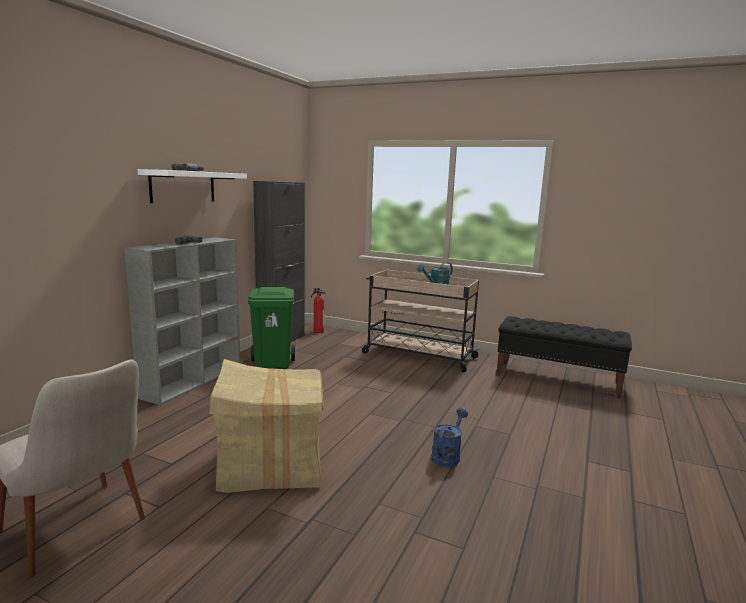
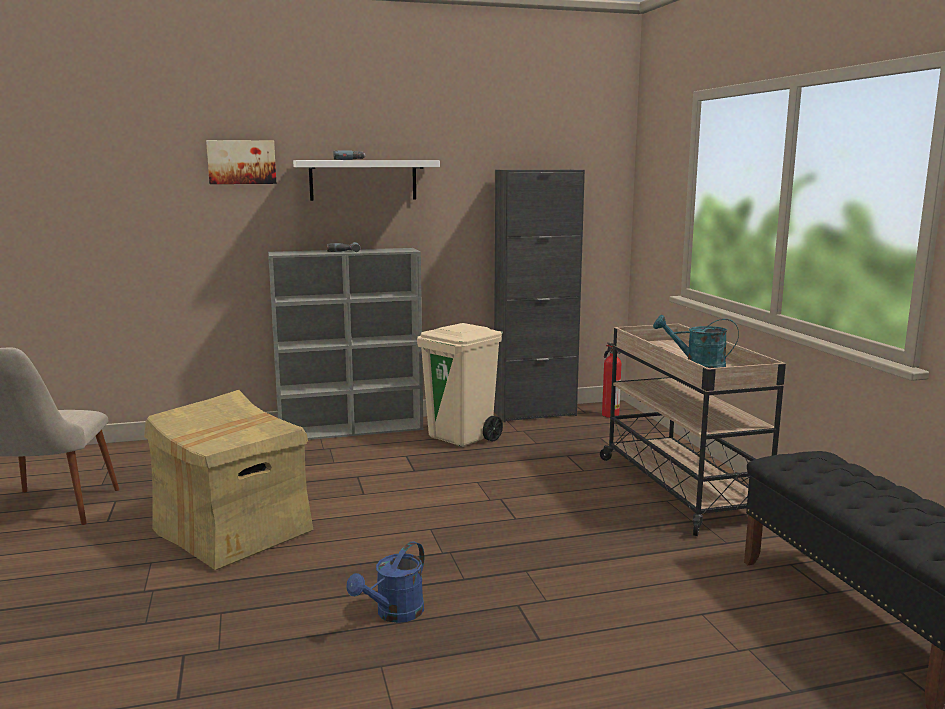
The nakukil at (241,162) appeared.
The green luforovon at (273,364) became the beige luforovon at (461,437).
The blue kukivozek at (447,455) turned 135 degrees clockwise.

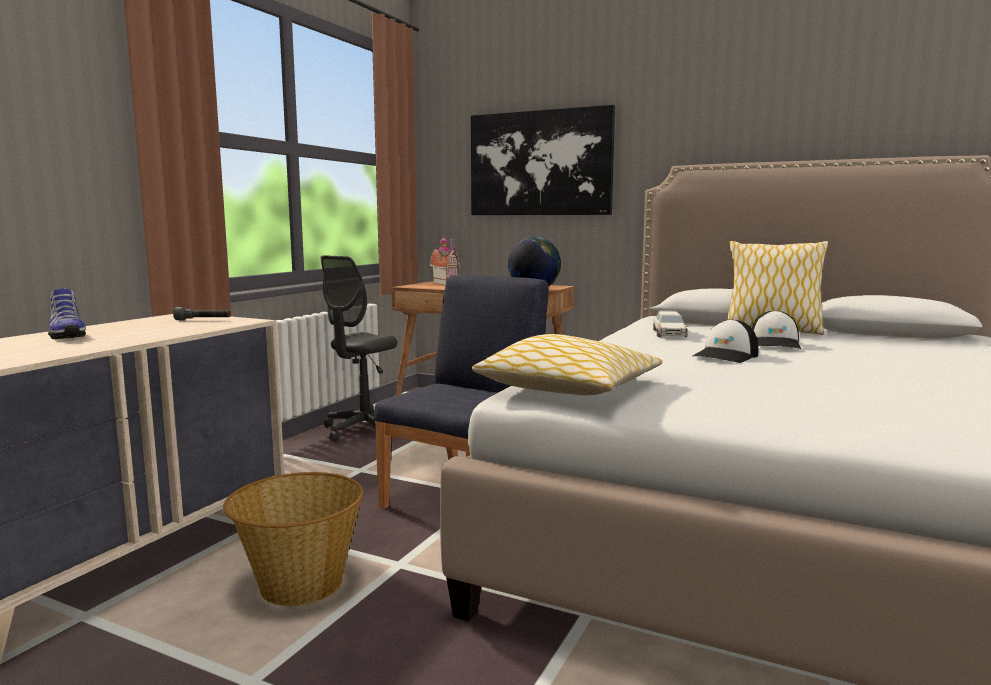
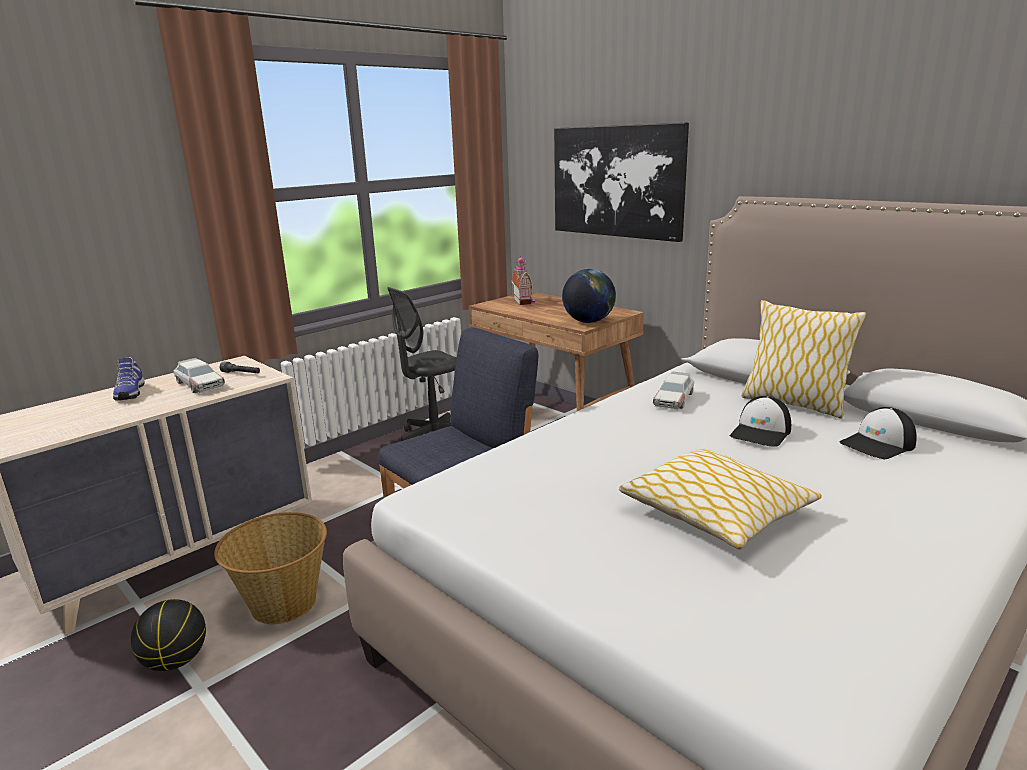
The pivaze at (176,661) appeared.
The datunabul at (199,384) appeared.
The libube moved from (569,389) to (716,513).
The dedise moved from (726,356) to (878,444).

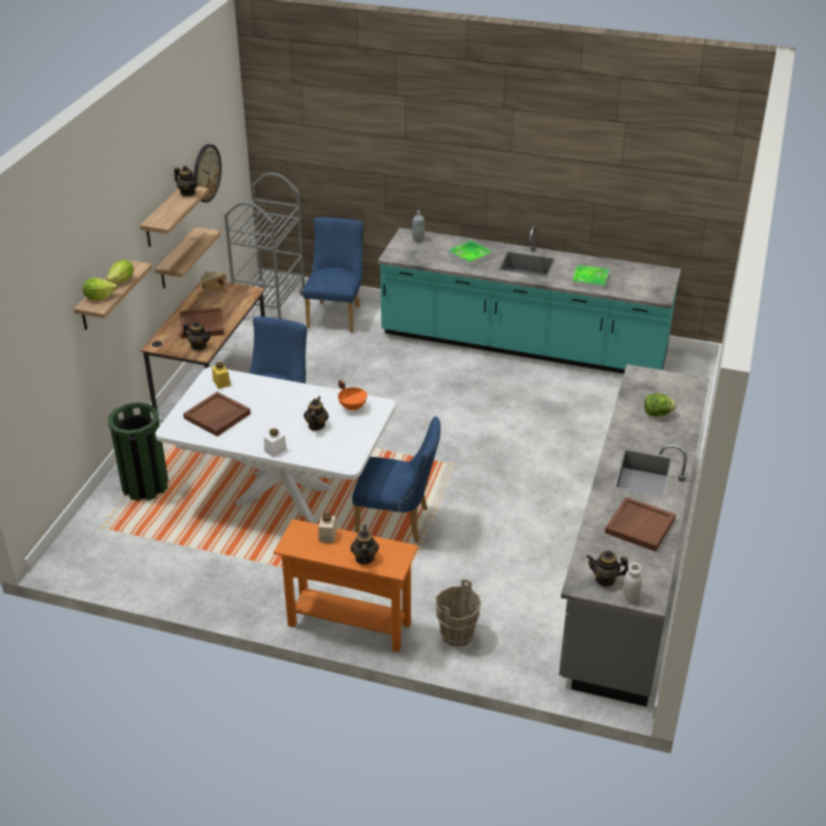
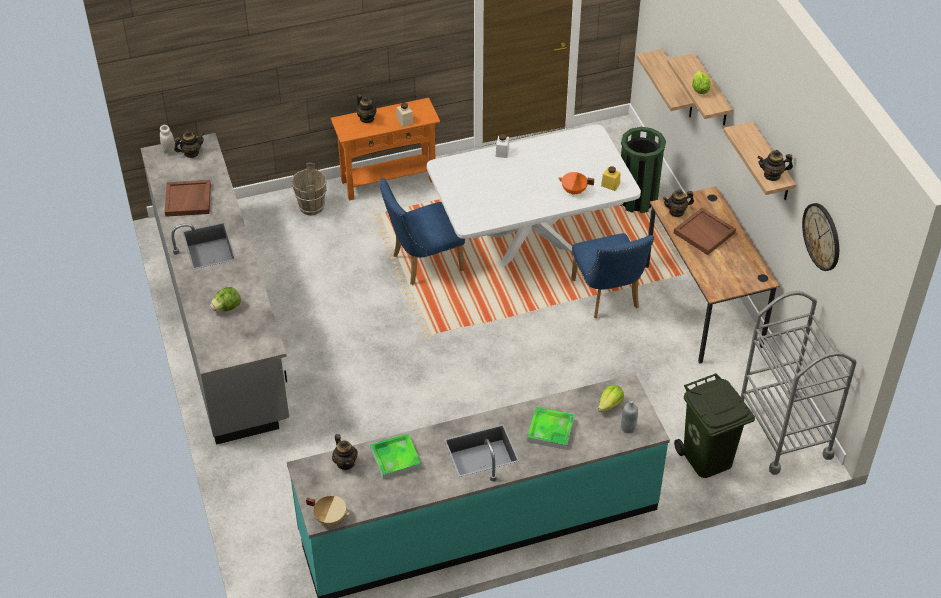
The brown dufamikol at (217,416) disappeared.
The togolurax moved from (99,297) to (610,405).
The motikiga moved from (176,259) to (678,85).
The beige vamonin moved from (214,289) to (330,518).
The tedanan moved from (316,426) to (345,463).
The orange vamonin moved from (353,407) to (574,191).
The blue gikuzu at (336,314) was replaced by the green luforovon at (706,458).

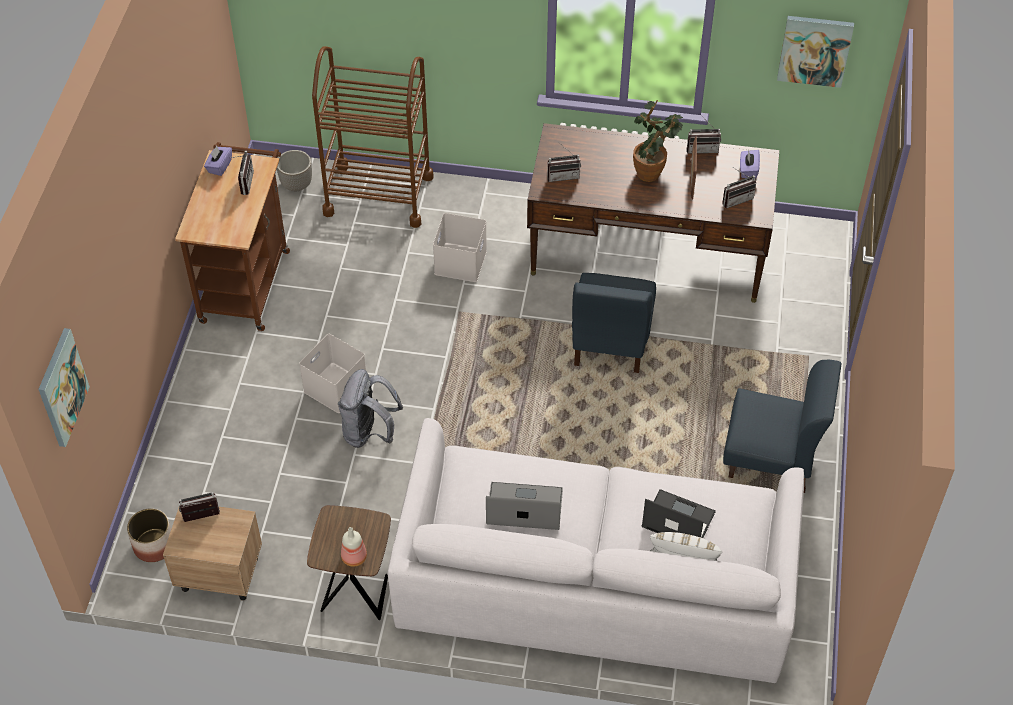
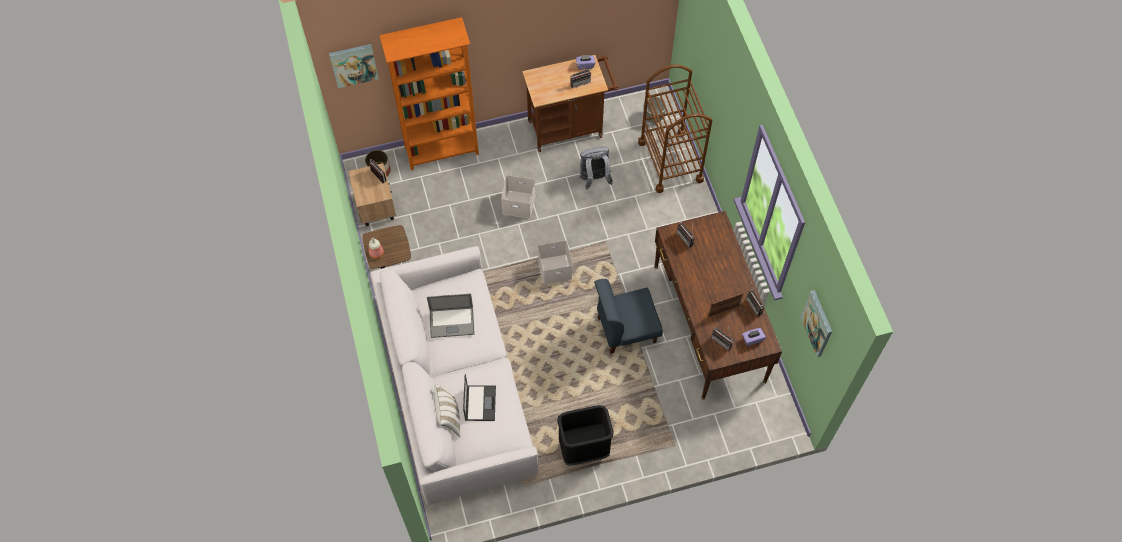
The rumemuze at (653,171) disappeared.
The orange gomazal at (442,151) appeared.
The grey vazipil moved from (369,433) to (594,179).
The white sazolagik moved from (461,263) to (554,270).
The blue gikuzu at (771,458) was replaced by the black luforovon at (584,450).
The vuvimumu at (524,507) turned 105 degrees clockwise.

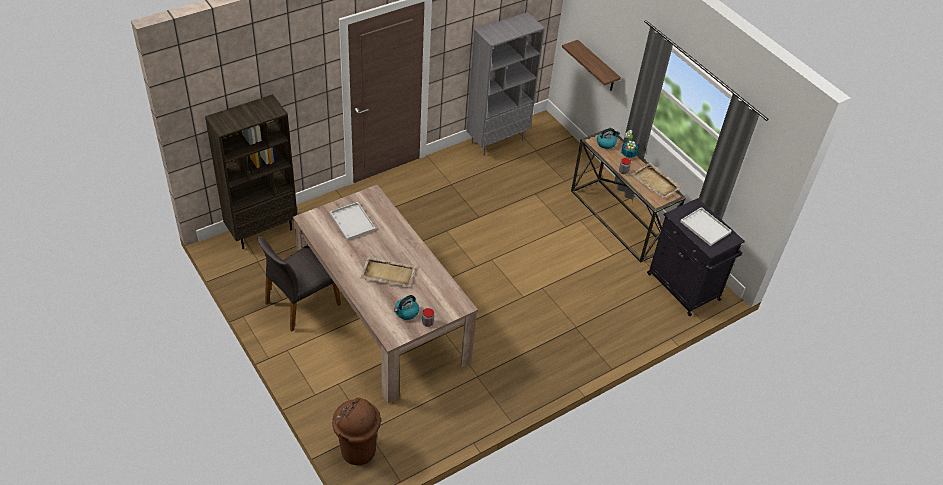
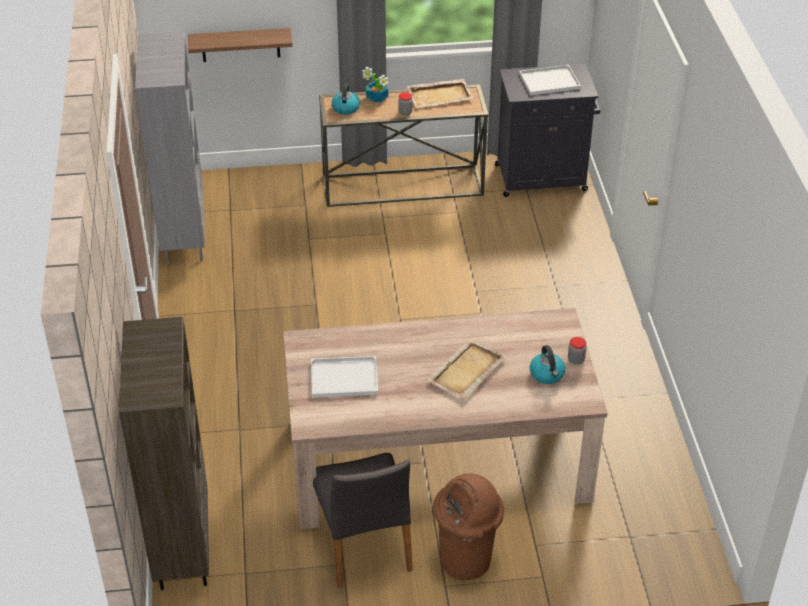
The brown luforovon moved from (357,451) to (466,561).

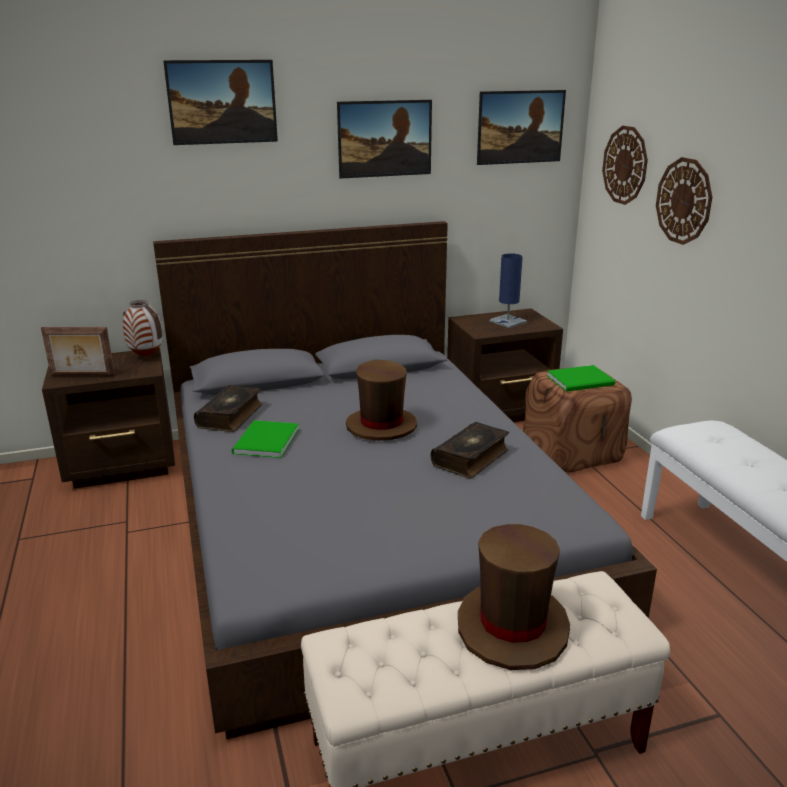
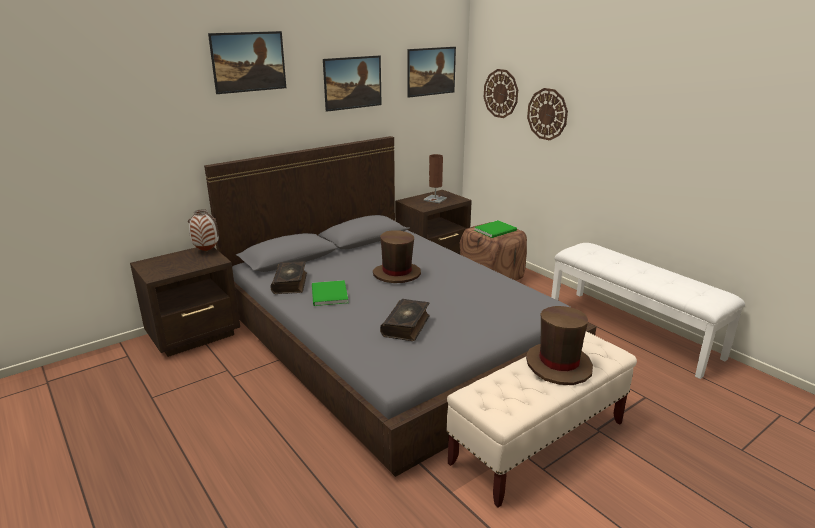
The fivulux at (82,376) disappeared.
The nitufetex moved from (471,458) to (407,326).
The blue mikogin at (507,322) became the brown mikogin at (435,199).

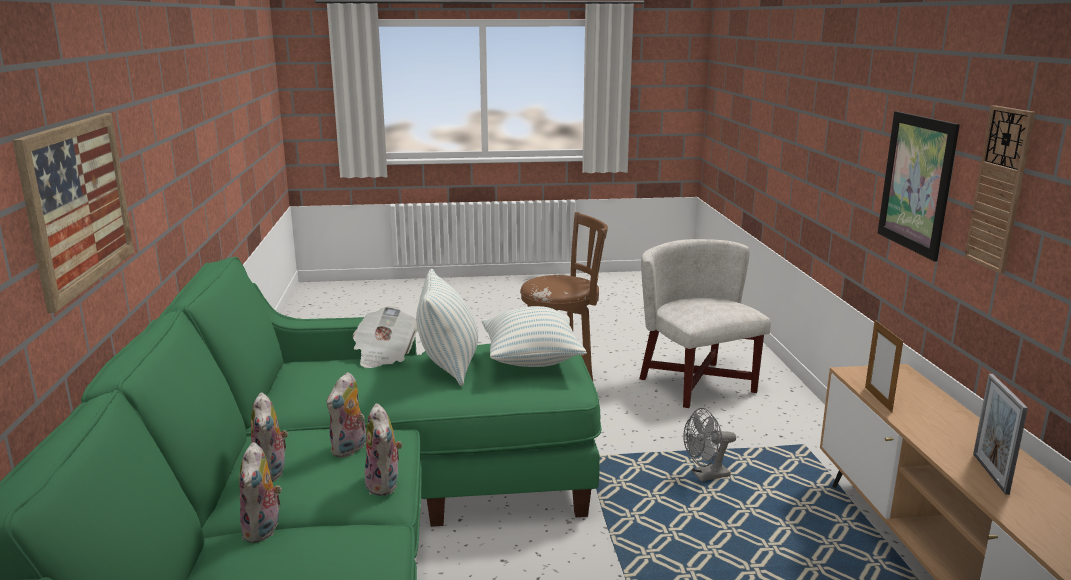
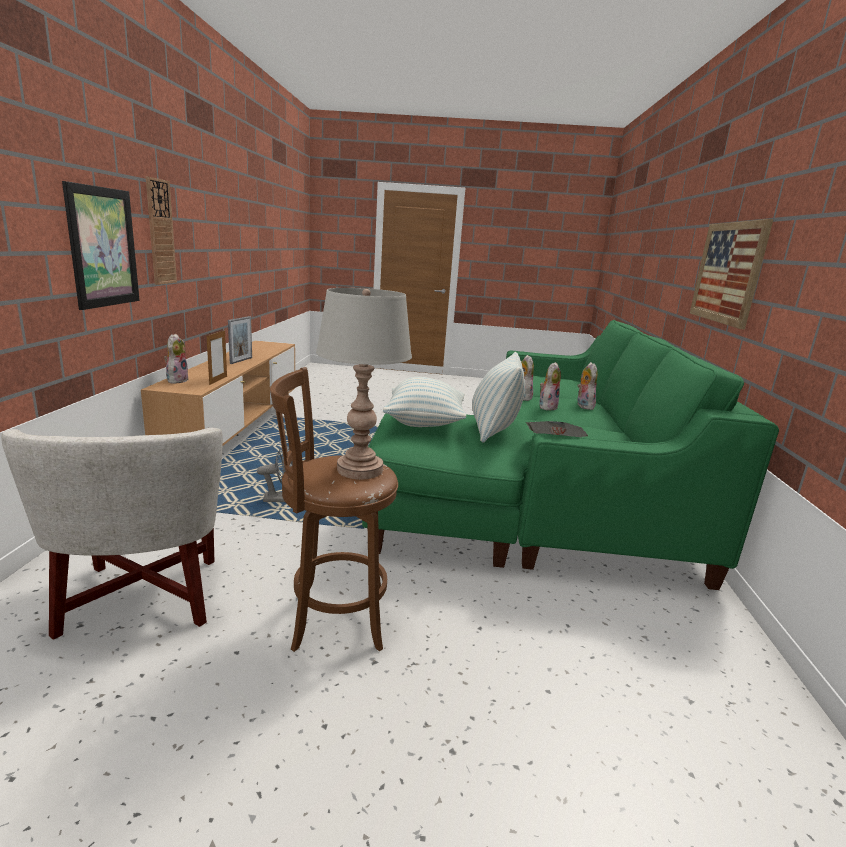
The grey mikogin at (360,470) appeared.
The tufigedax moved from (264,530) to (177,380).

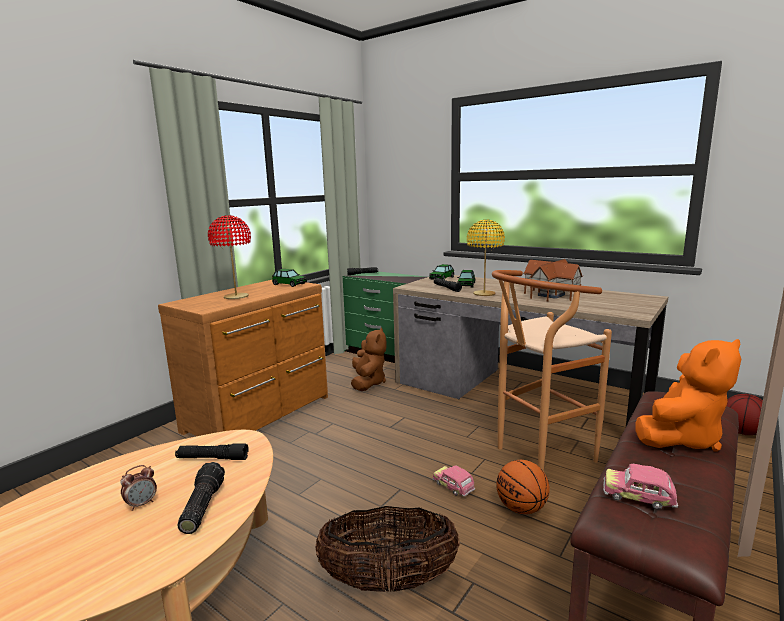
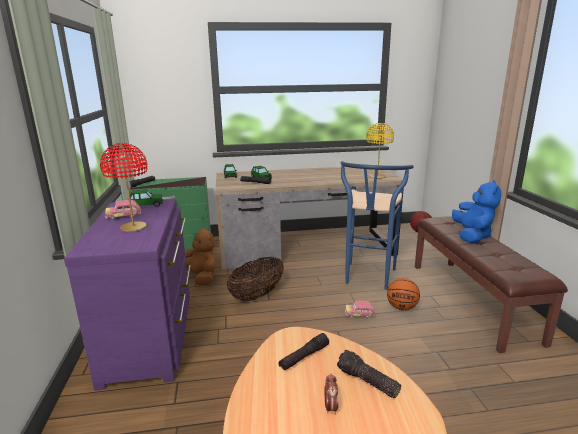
The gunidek at (550,295) disappeared.
The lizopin moved from (389,581) to (257,295).
The yellow mikogin moved from (483,294) to (377,177).
The datunabul moved from (638,497) to (123,216).
The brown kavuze at (261,414) became the purple kavuze at (152,336).
The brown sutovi at (537,455) became the blue sutovi at (368,278).
The orange tufigedax at (680,438) became the blue tufigedax at (472,236).

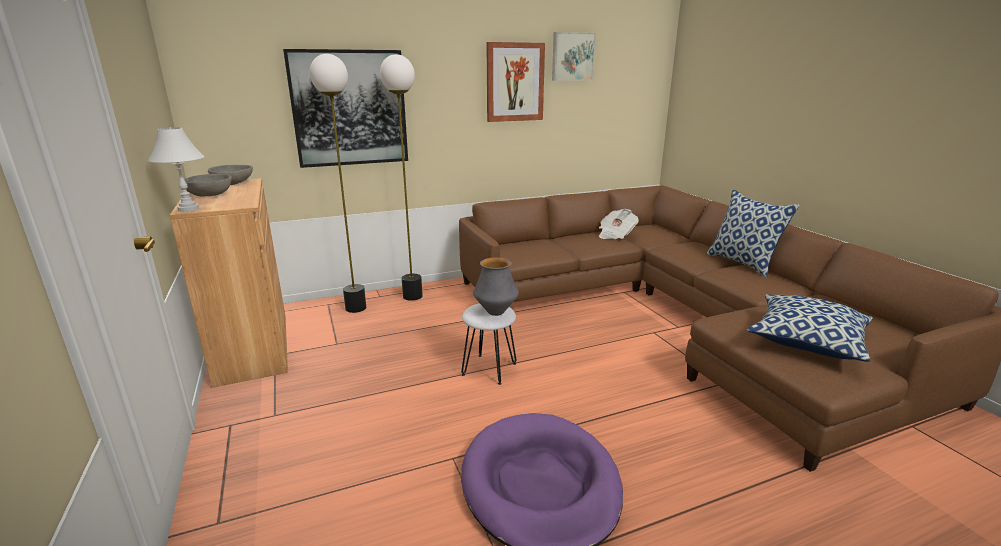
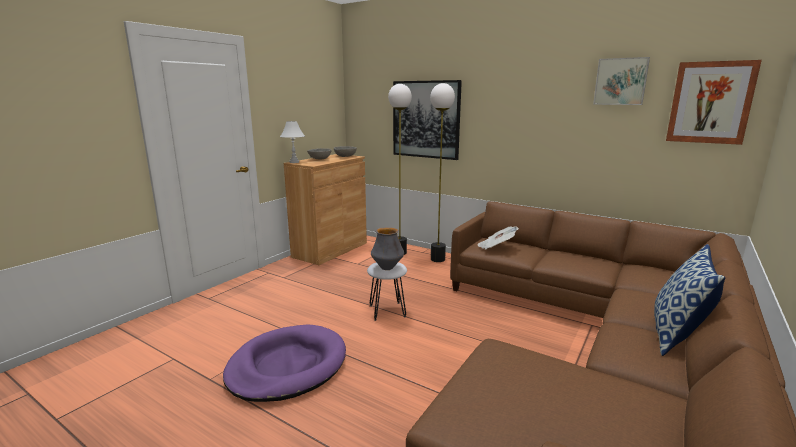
The libube at (806,340) disappeared.
The nakukil moved from (515,82) to (710,102).
The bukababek moved from (615,235) to (496,247).

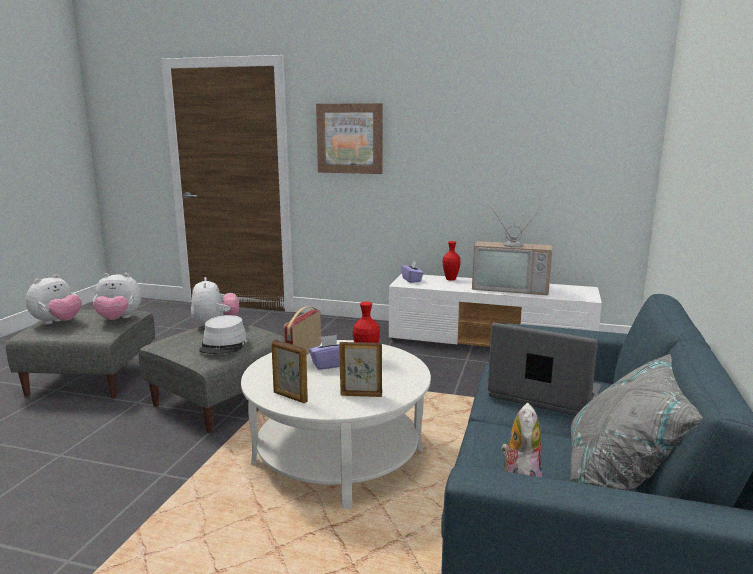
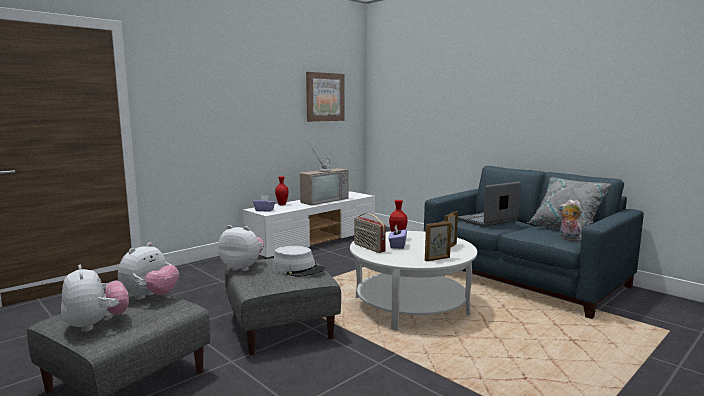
The nakukil moved from (350,138) to (324,97).

